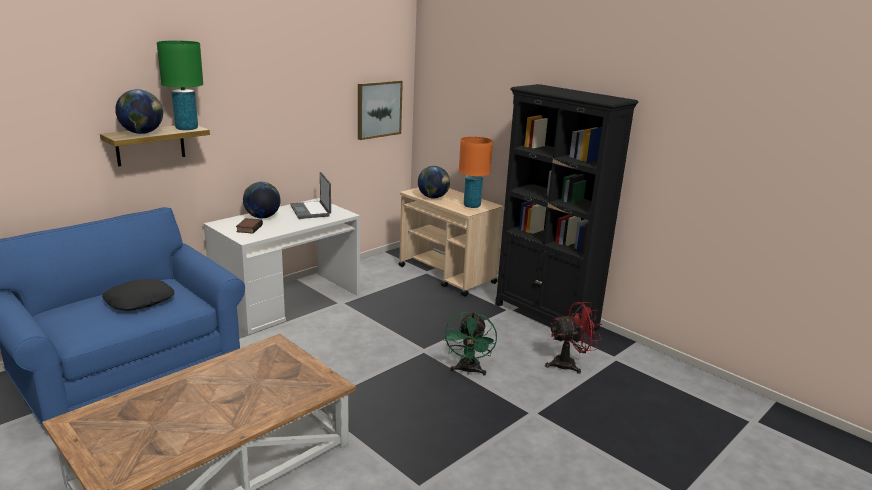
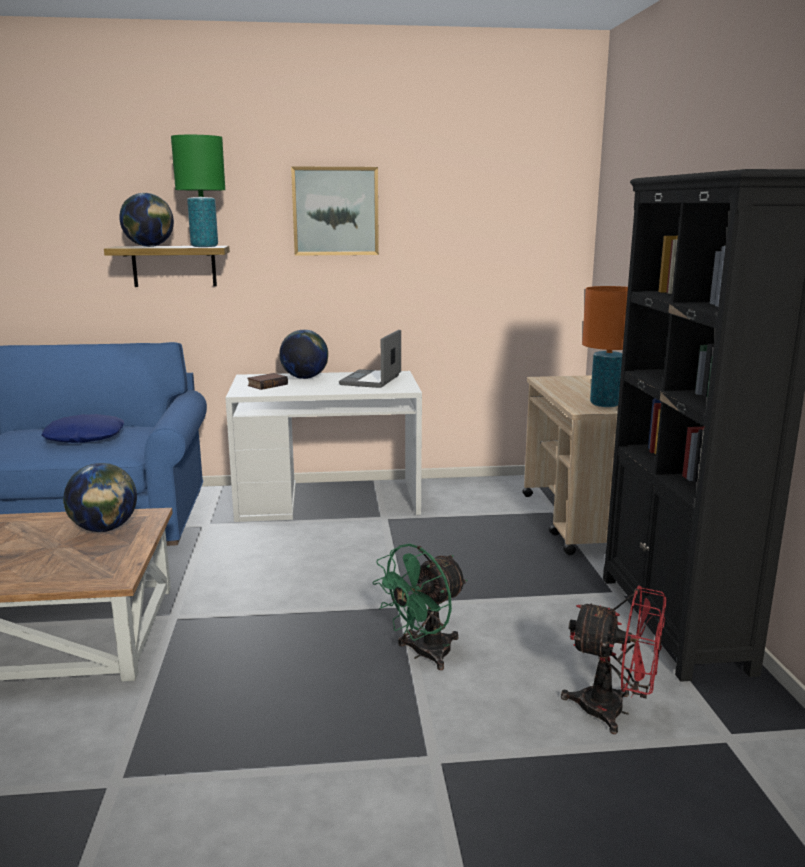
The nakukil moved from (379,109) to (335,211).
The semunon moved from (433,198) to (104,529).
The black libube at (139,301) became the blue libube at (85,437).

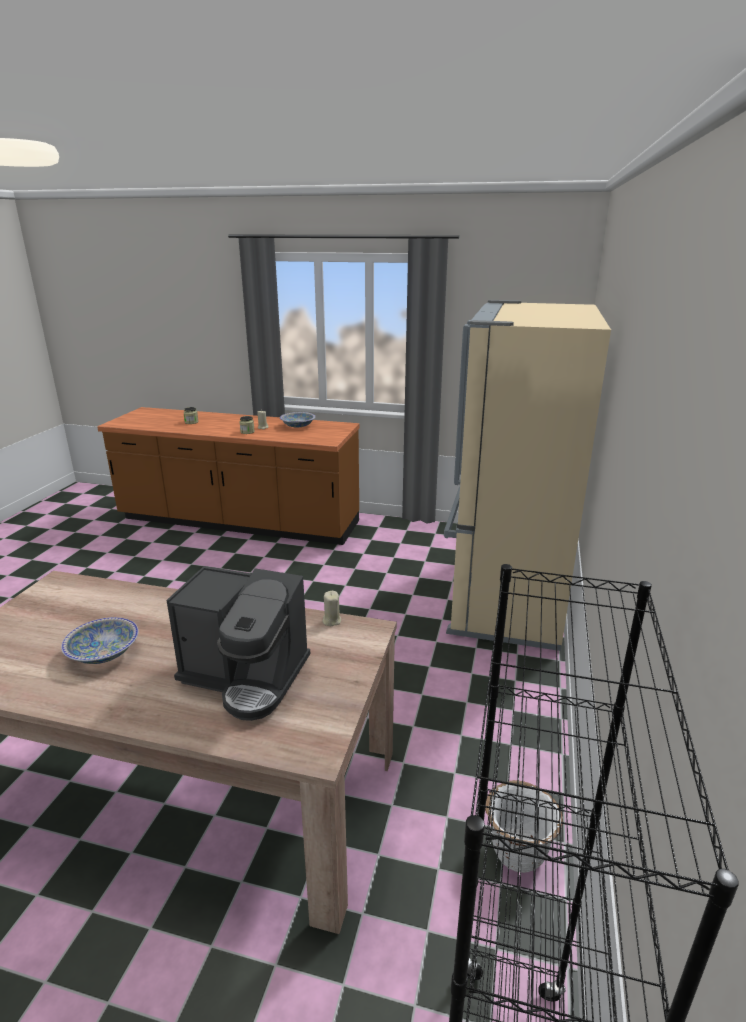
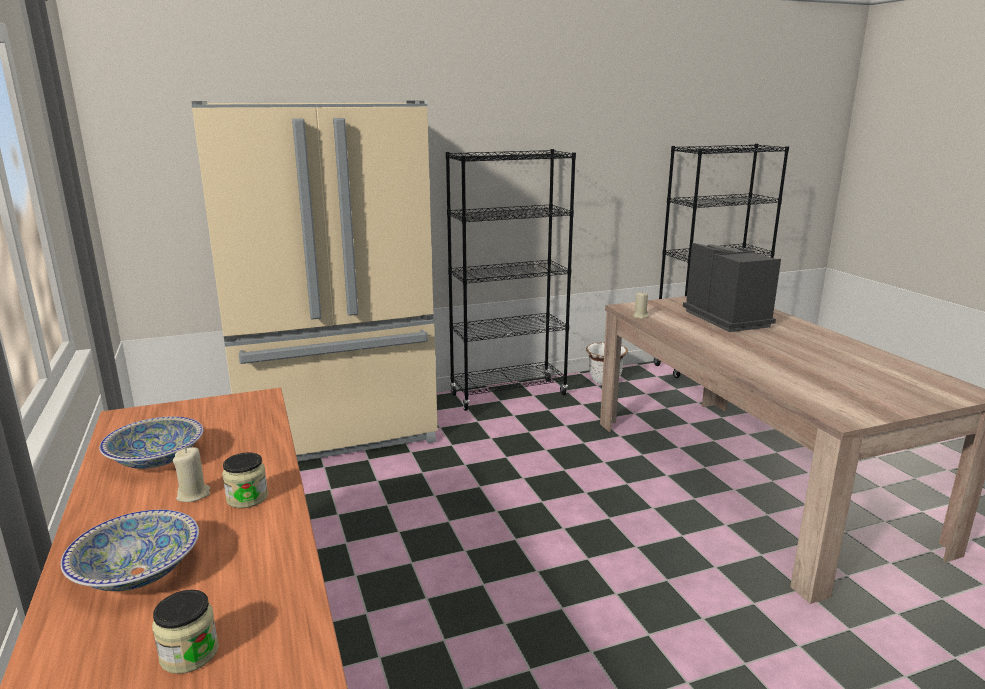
The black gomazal at (508,395) appeared.
The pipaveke moved from (103,653) to (138,572).

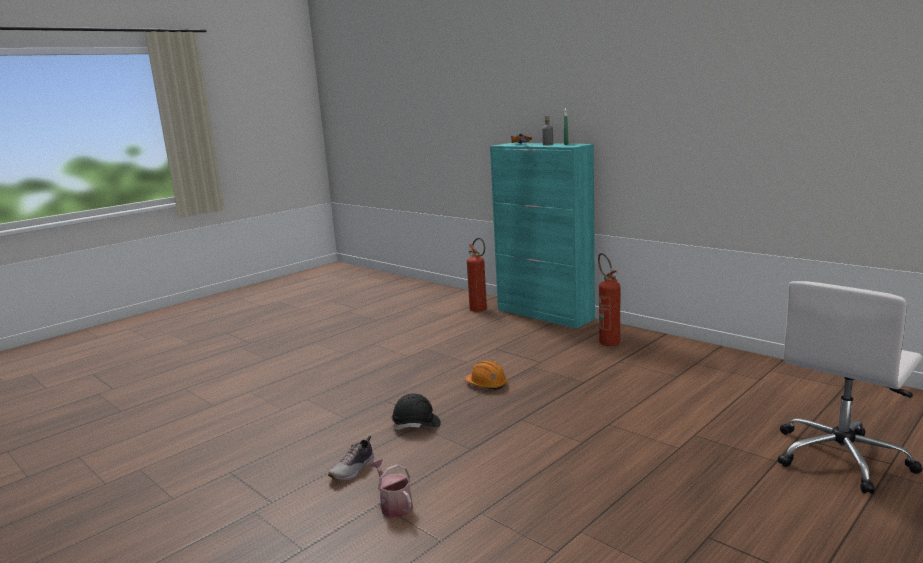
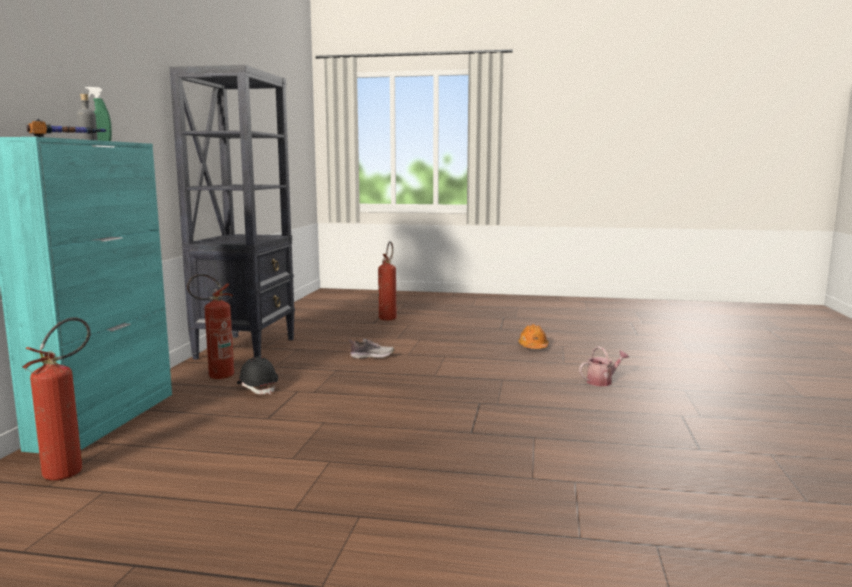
The black gomazal at (246,348) appeared.
The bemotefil moved from (353,470) to (371,356).
The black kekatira moved from (416,425) to (257,388).
The orange kekatira moved from (487,384) to (533,347).
The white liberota at (841,457) was replaced by the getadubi at (388,317).
The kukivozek at (394,505) turned 135 degrees counterclockwise.

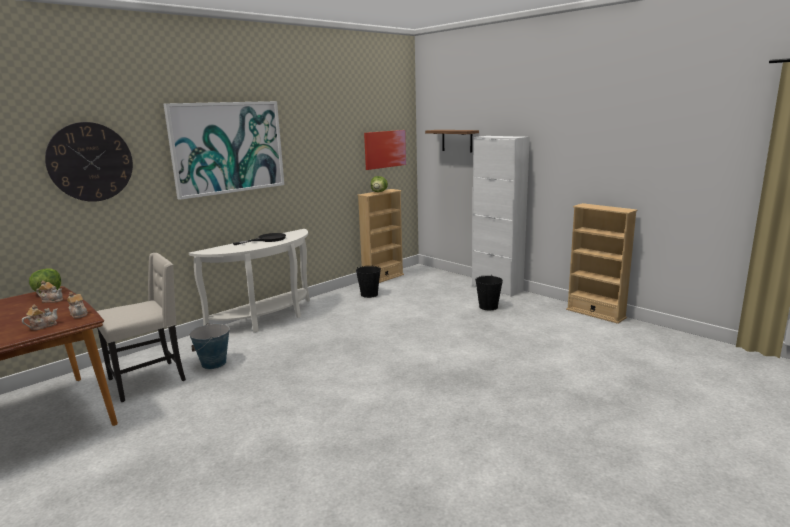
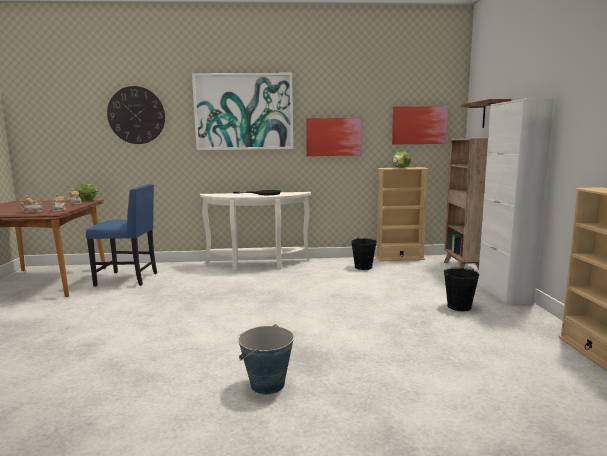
The nakukil at (333,137) appeared.
The brown gomazal at (463,267) appeared.
The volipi moved from (214,363) to (267,384).
The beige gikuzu at (149,380) became the blue gikuzu at (128,279).

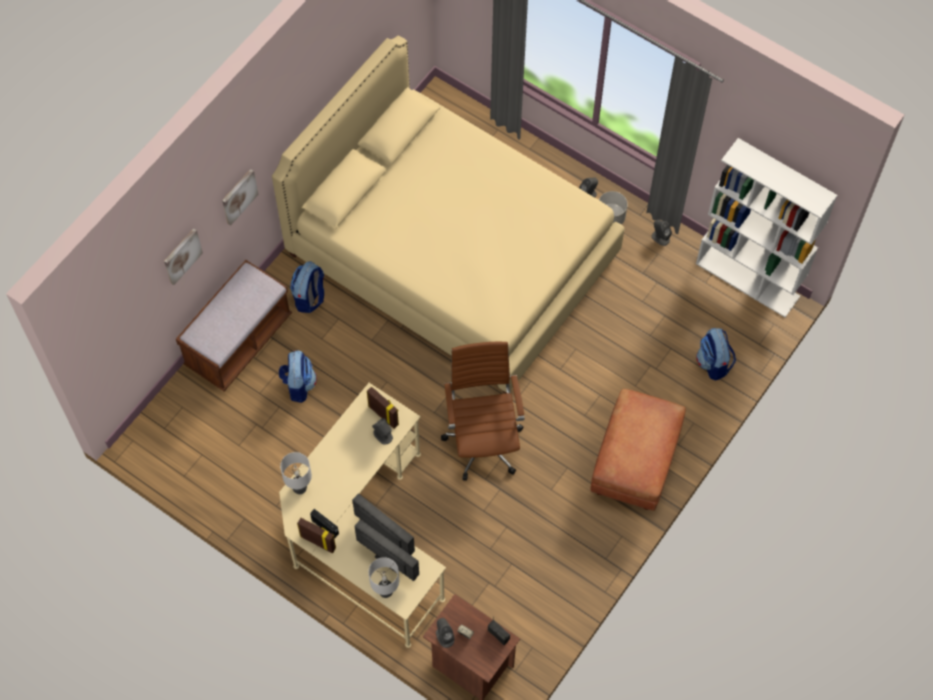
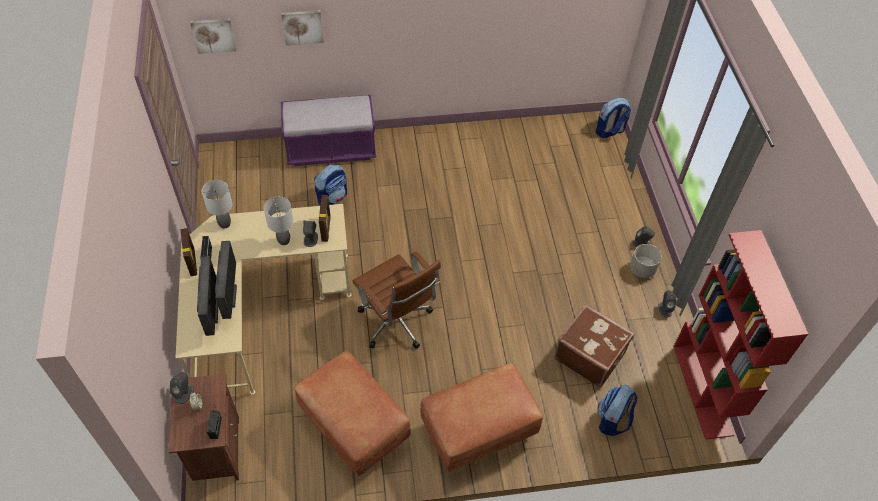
The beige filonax at (452,255) disappeared.
The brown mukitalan at (355,427) appeared.
The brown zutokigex at (590,355) appeared.
The nakukil moved from (239,196) to (214,35).
The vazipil moved from (309,298) to (609,131).
The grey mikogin moved from (386,591) to (284,241).
The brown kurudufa at (238,341) became the purple kurudufa at (331,149).
The white gomazal at (748,280) became the red gomazal at (703,390).
The brown liberota at (483,441) turned 105 degrees clockwise.

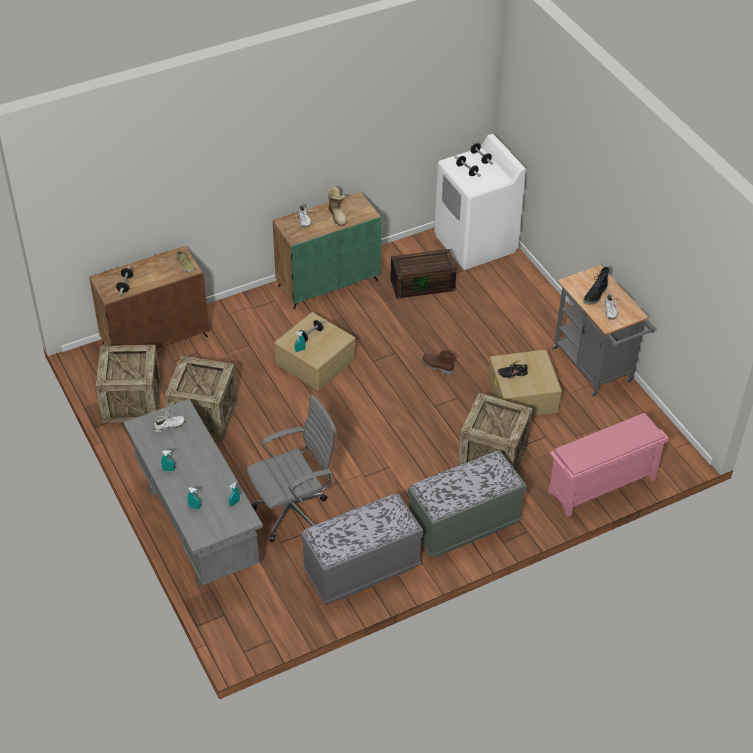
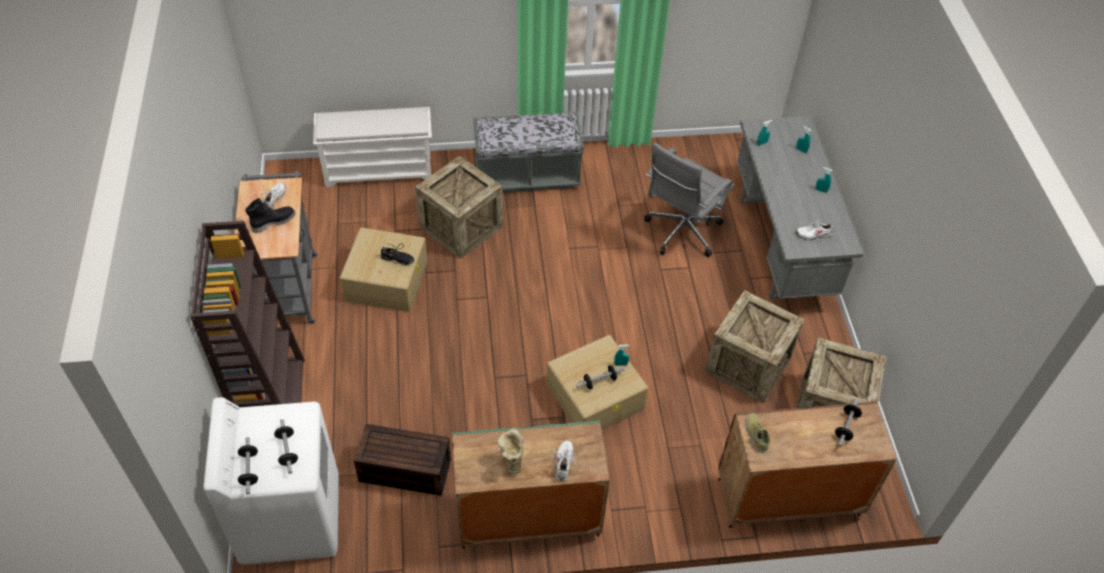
The grey kurudufa at (361,570) disappeared.
The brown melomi at (437,367) disappeared.
The brown gomazal at (274,402) appeared.
The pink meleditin at (601,486) became the white meleditin at (379,170).
The grey liberota at (294,511) turned 45 degrees counterclockwise.

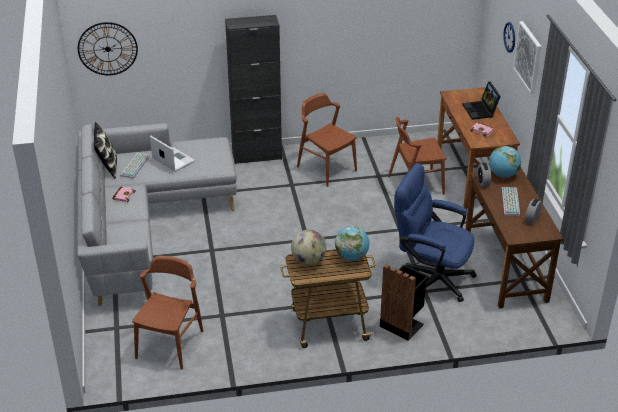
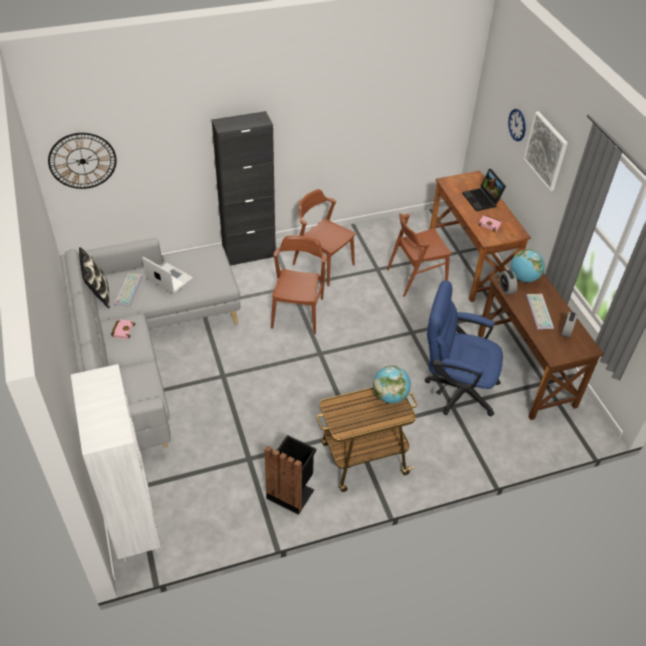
The semunon at (308,260) disappeared.
The white gomazal at (134,525) appeared.
The brown gikuzu moved from (170,344) to (297,313).
The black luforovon moved from (402,324) to (291,492).

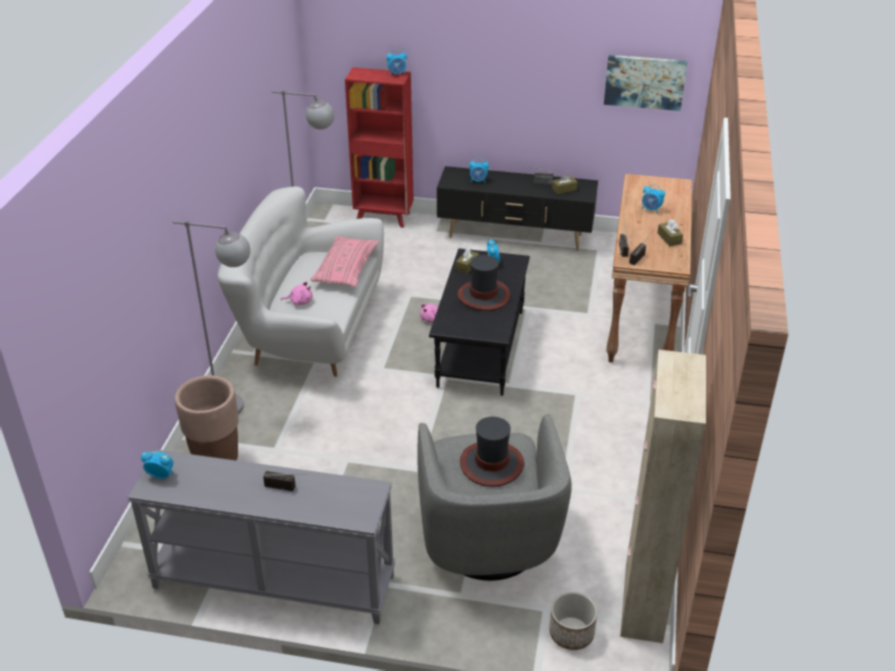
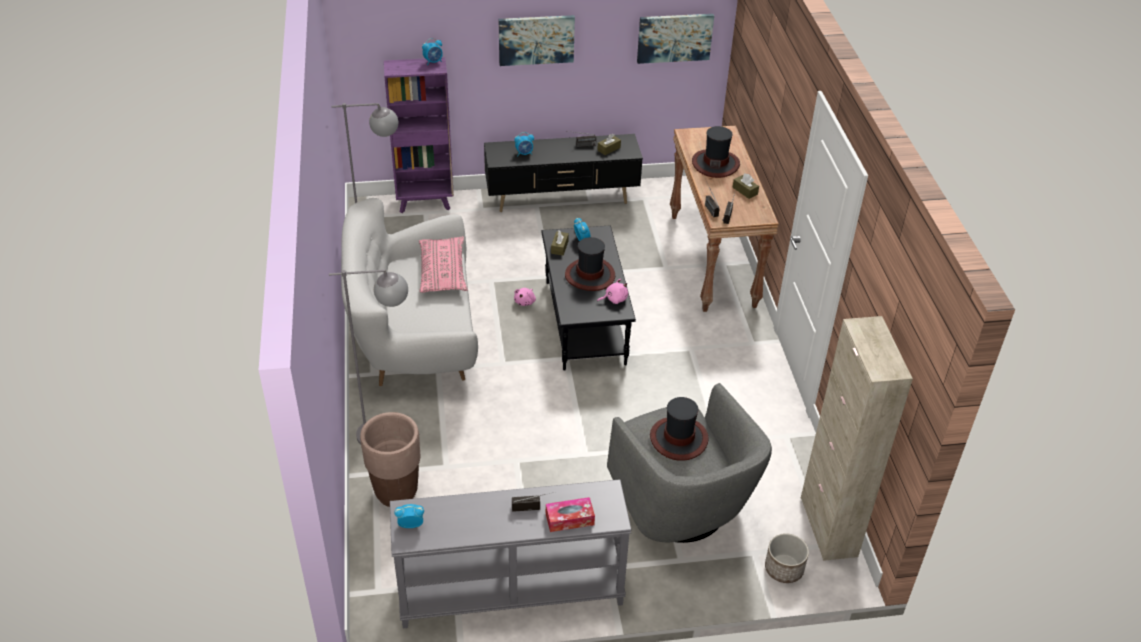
The nakukil at (536,39) appeared.
The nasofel at (569,519) appeared.
The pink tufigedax moved from (299,301) to (614,299).
The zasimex at (651,209) was replaced by the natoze at (715,163).
The red gomazal at (384,218) became the purple gomazal at (425,202).

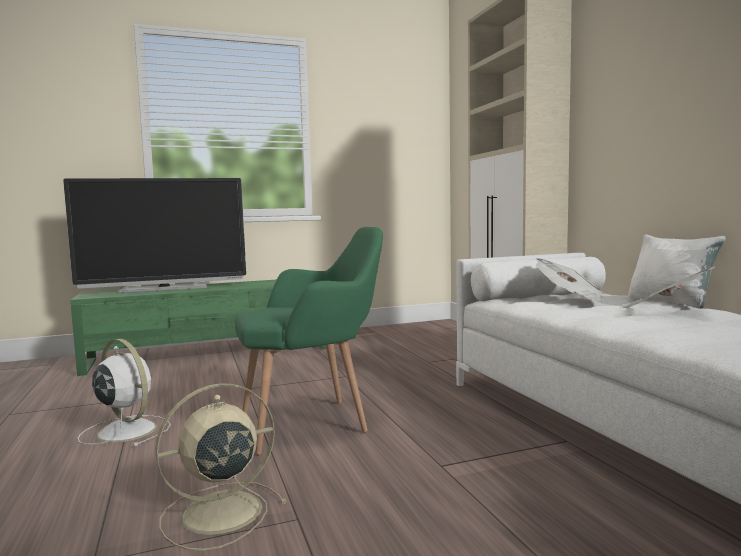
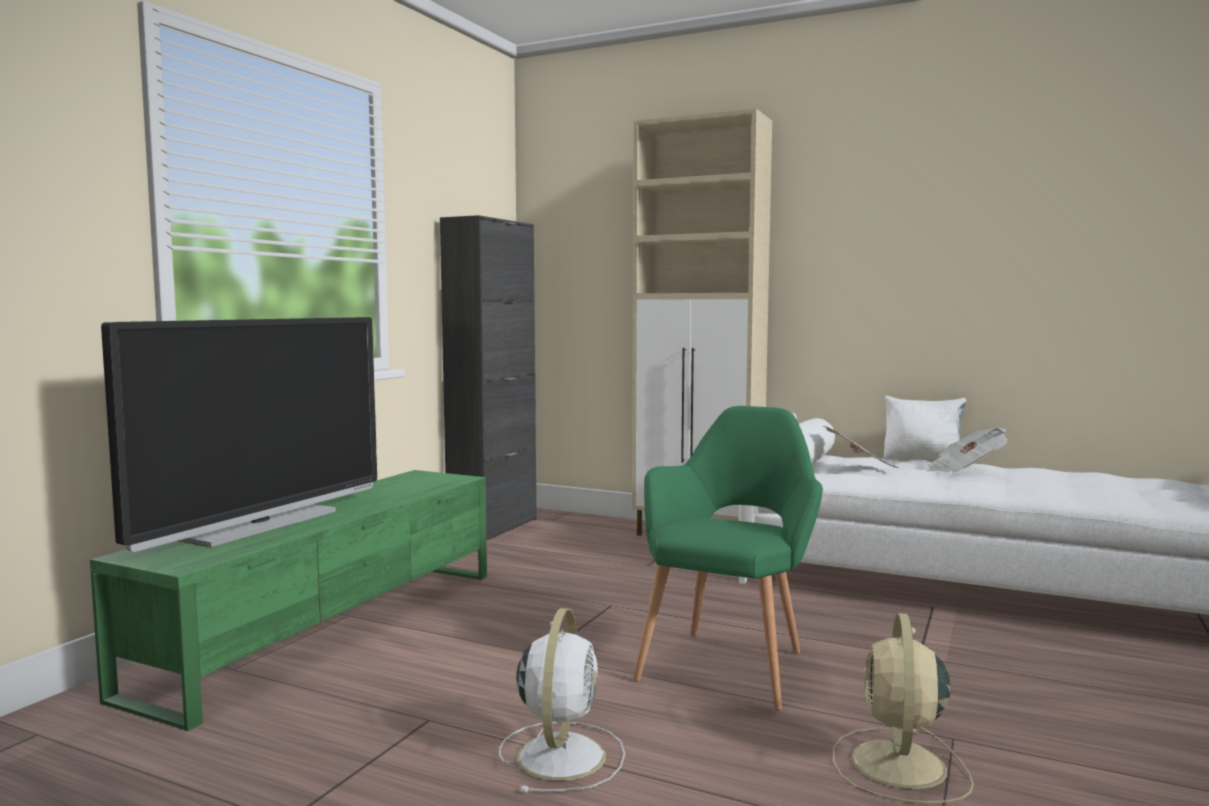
The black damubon at (493,528) appeared.
The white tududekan at (125,430) turned 105 degrees clockwise.

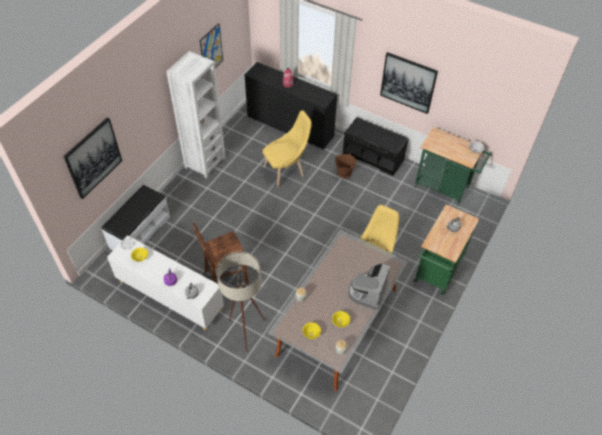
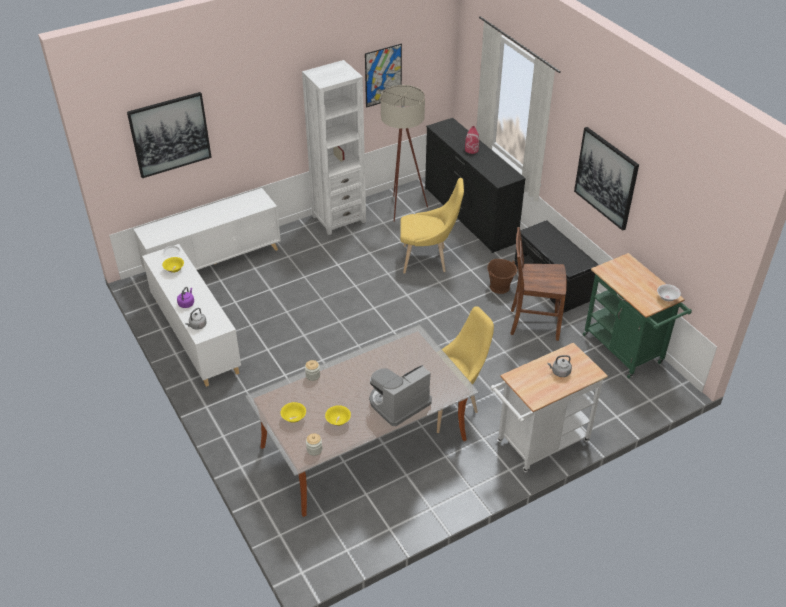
The brown gikuzu moved from (225,276) to (533,323).
The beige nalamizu moved from (246,335) to (402,211).
The white kurudufa at (139,232) was replaced by the white damubon at (214,261).
The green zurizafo at (437,273) became the white zurizafo at (538,444).

